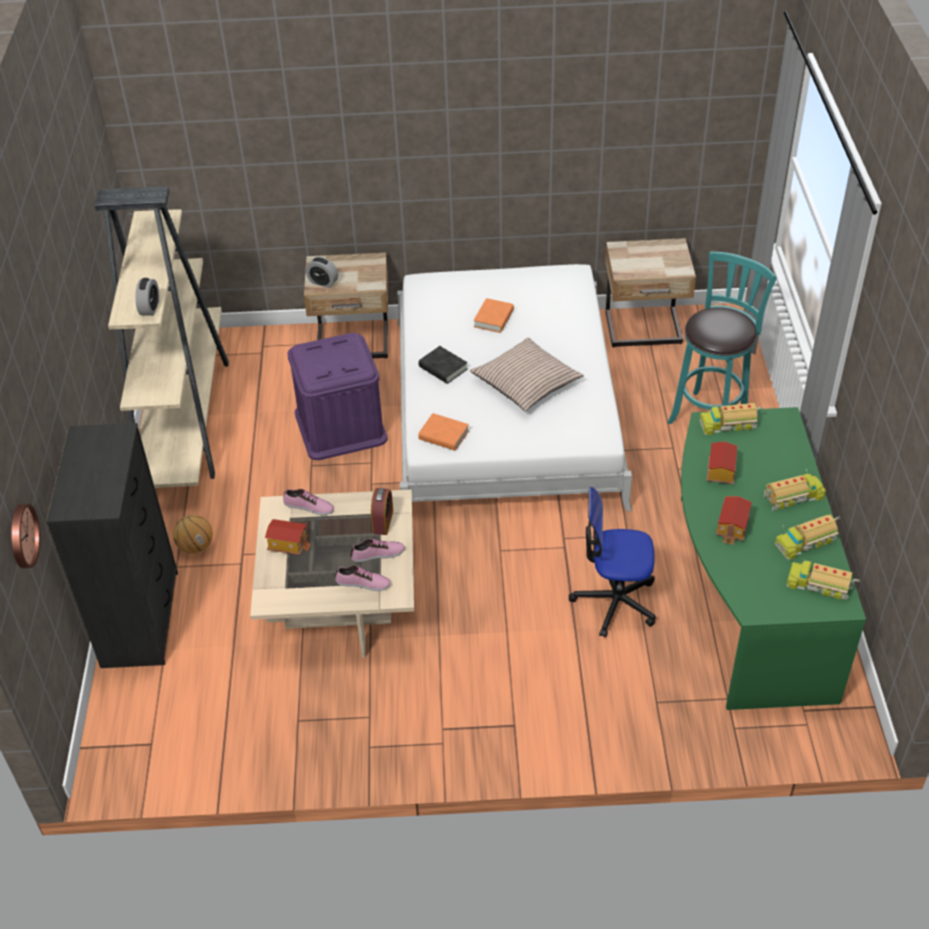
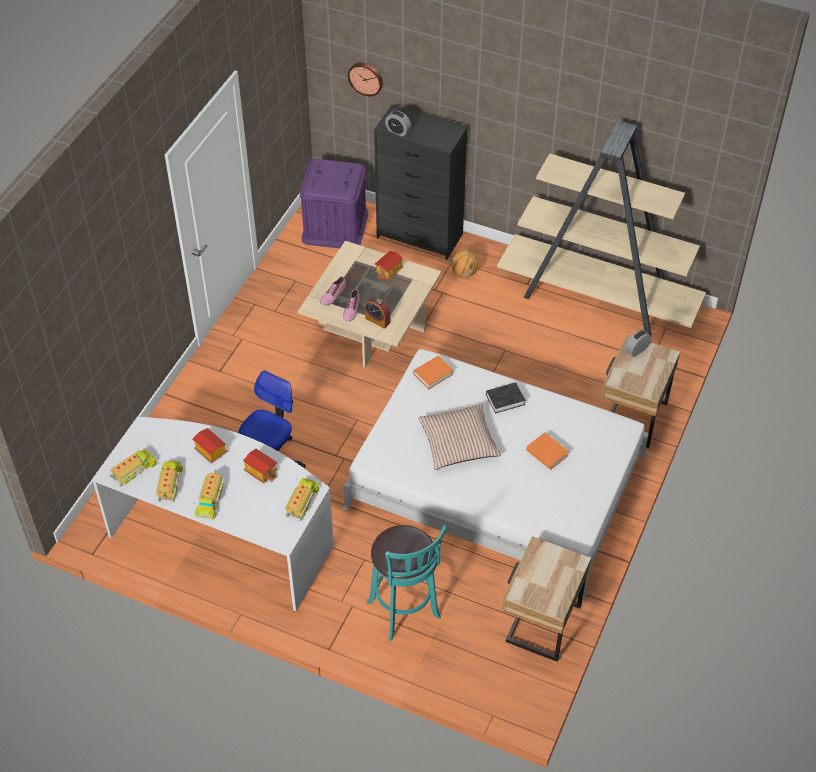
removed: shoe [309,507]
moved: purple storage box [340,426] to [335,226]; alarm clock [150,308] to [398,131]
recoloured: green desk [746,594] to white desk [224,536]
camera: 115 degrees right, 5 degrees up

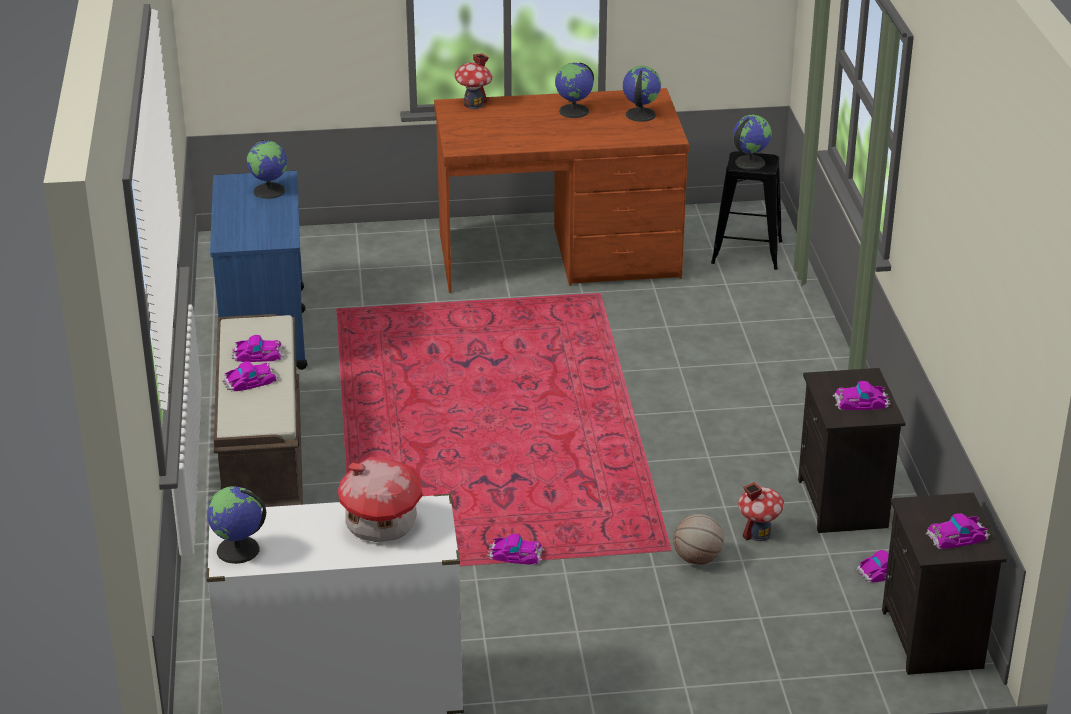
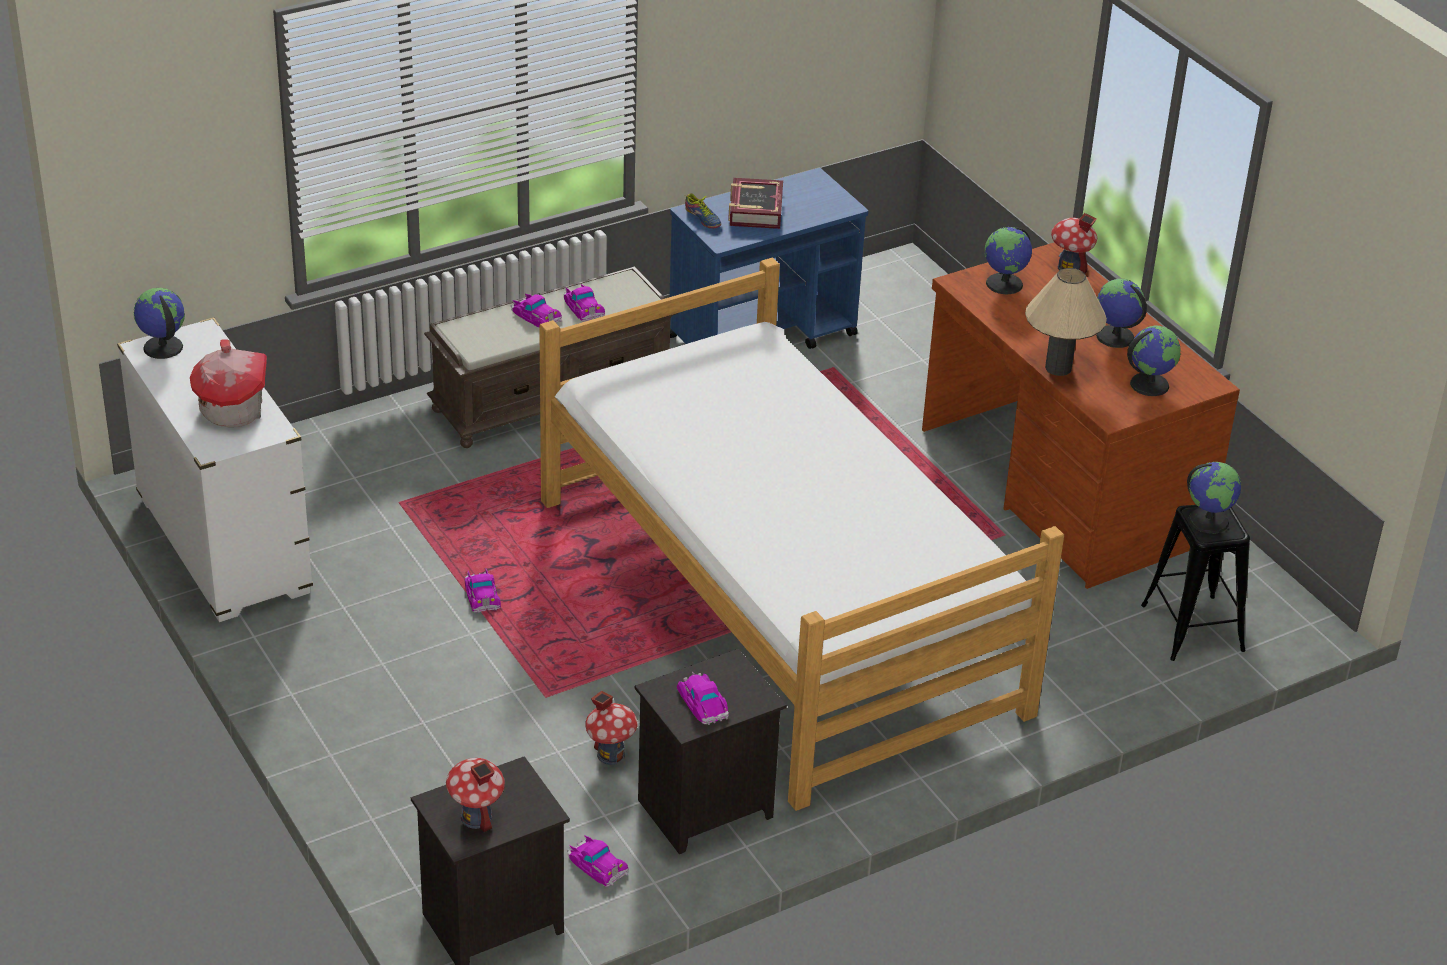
removed: basketball [697,559]
added: bed [777,605]; shoe [701,219]; book [755,210]; beige table lamp [1058,368]
moved: globe [270,191] to [1005,284]
replaced: toy car [957,536] to toy house [476,817]
camera: 65 degrees right, 5 degrees up

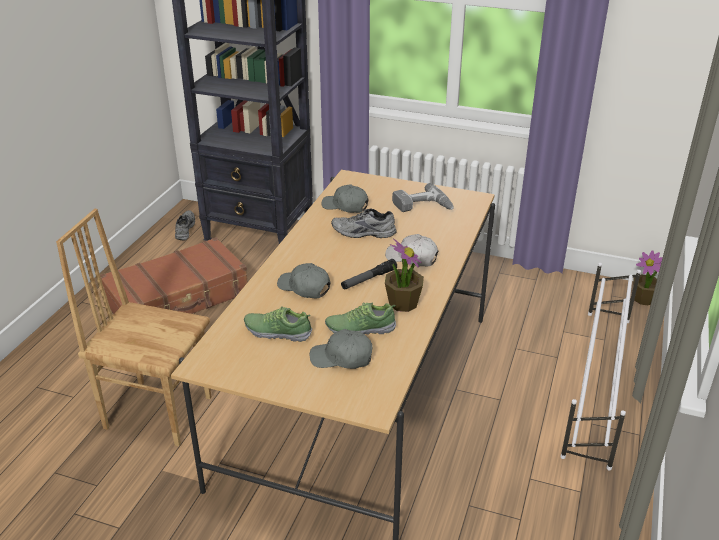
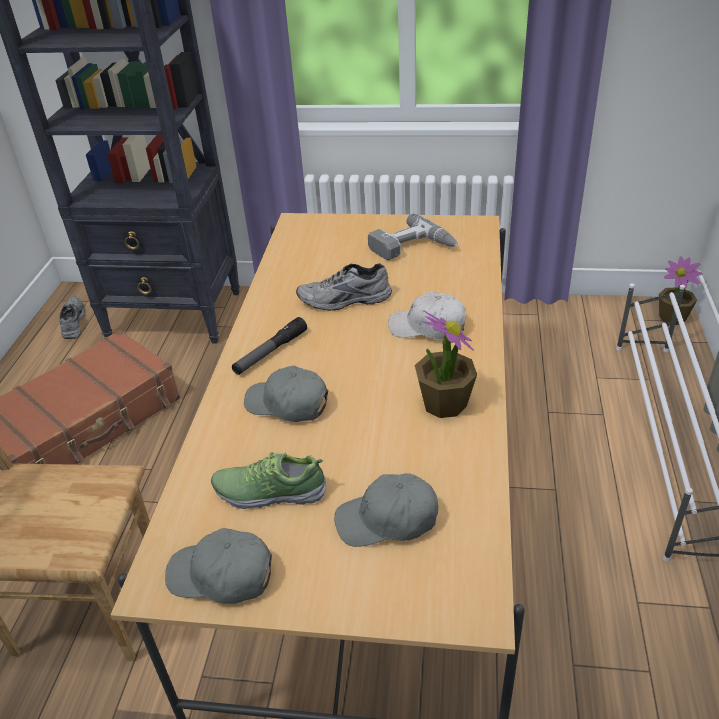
removed: shoe [360,328]
moved: grey cap [345,206] to [222,575]; flashlight [369,279] to [270,352]
camera: 10 degrees left, 5 degrees up

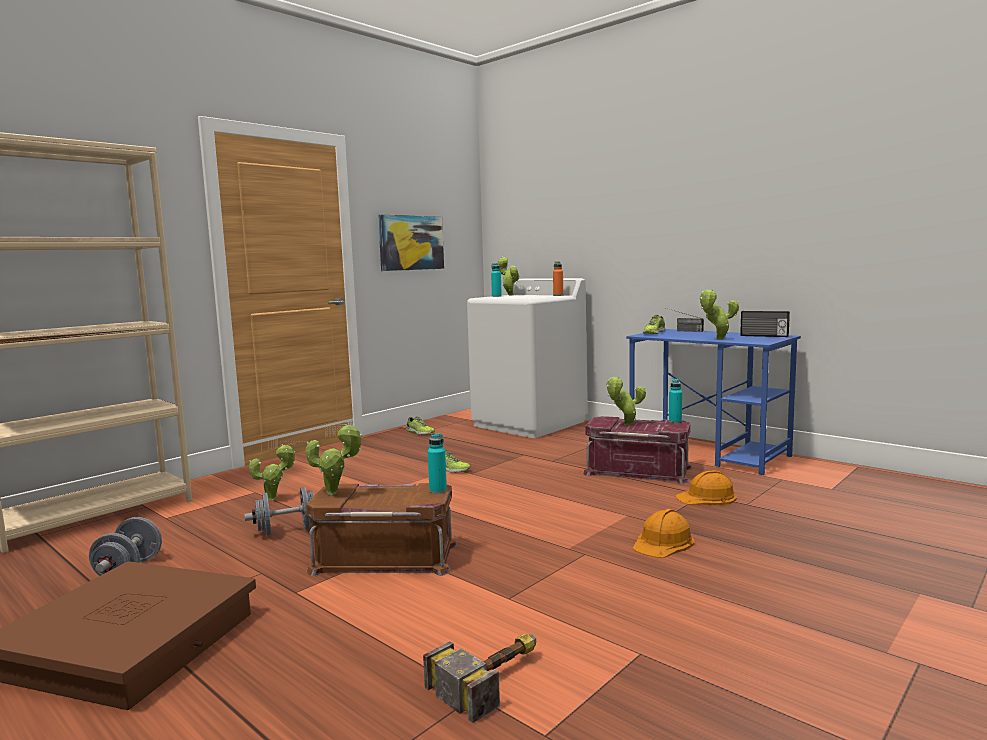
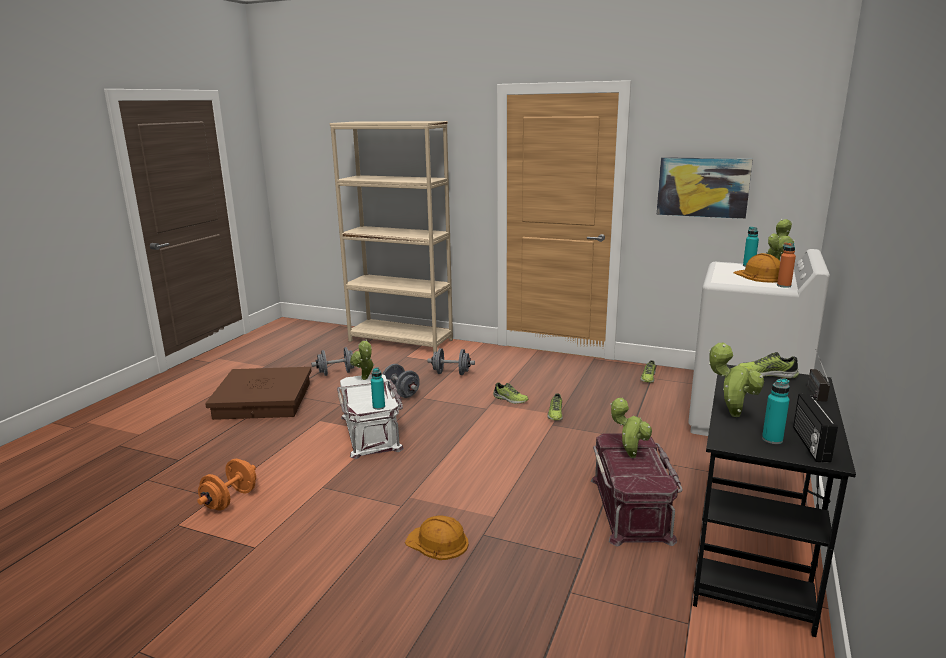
added: shoe [510,399]
moved: orange hard hat [707,497] to [760,276]; turquoise bottle [675,421] to [772,439]
replaced: hammer [494,677] to orange dumbbell [230,500]; potted plant [274,498] to grey dumbbell [451,373]
recoloured: brown storage box [385,557] to white storage box [372,432]; blue desk [709,453] to black desk [753,556]
camera: 70 degrees right, 10 degrees up

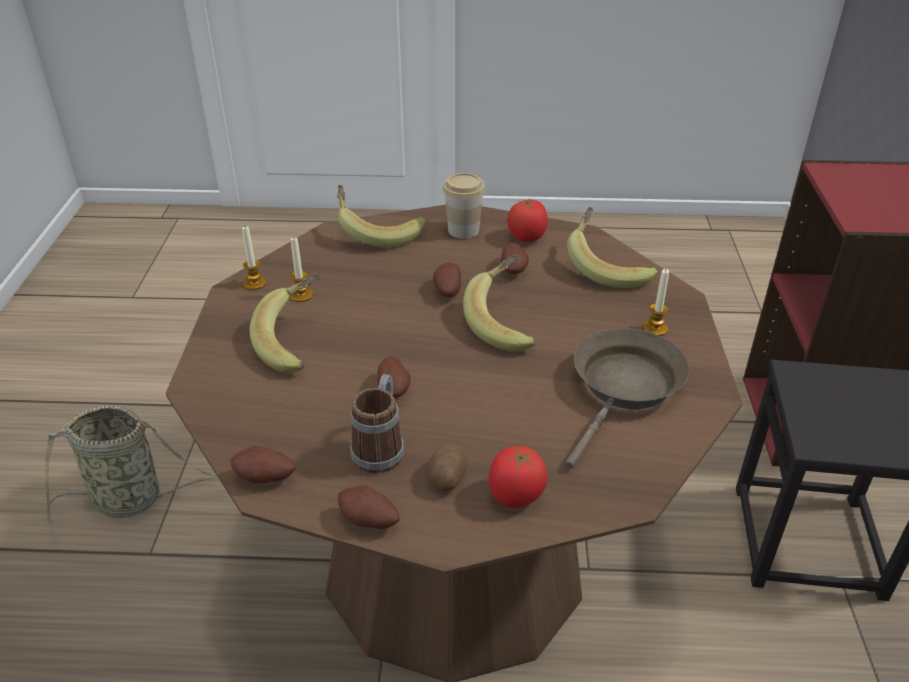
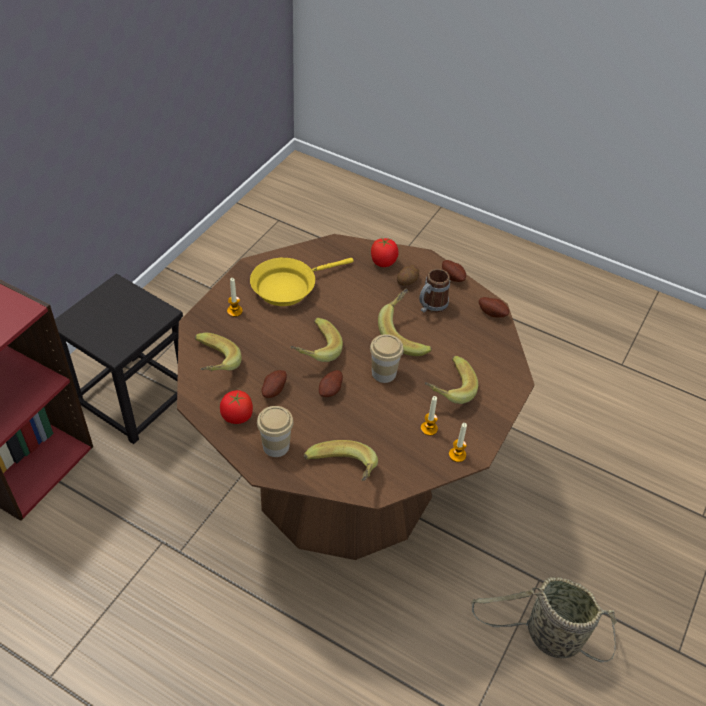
added: cup [384,373]
replaced: potato [394,389] to banana [406,334]
recoloured: brown frying pan [624,388] to yellow frying pan [288,286]
camera: 155 degrees left, 10 degrees up

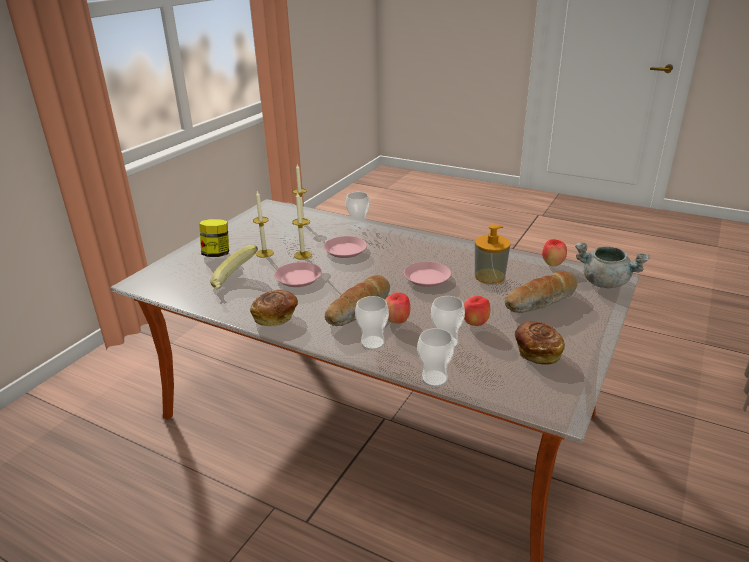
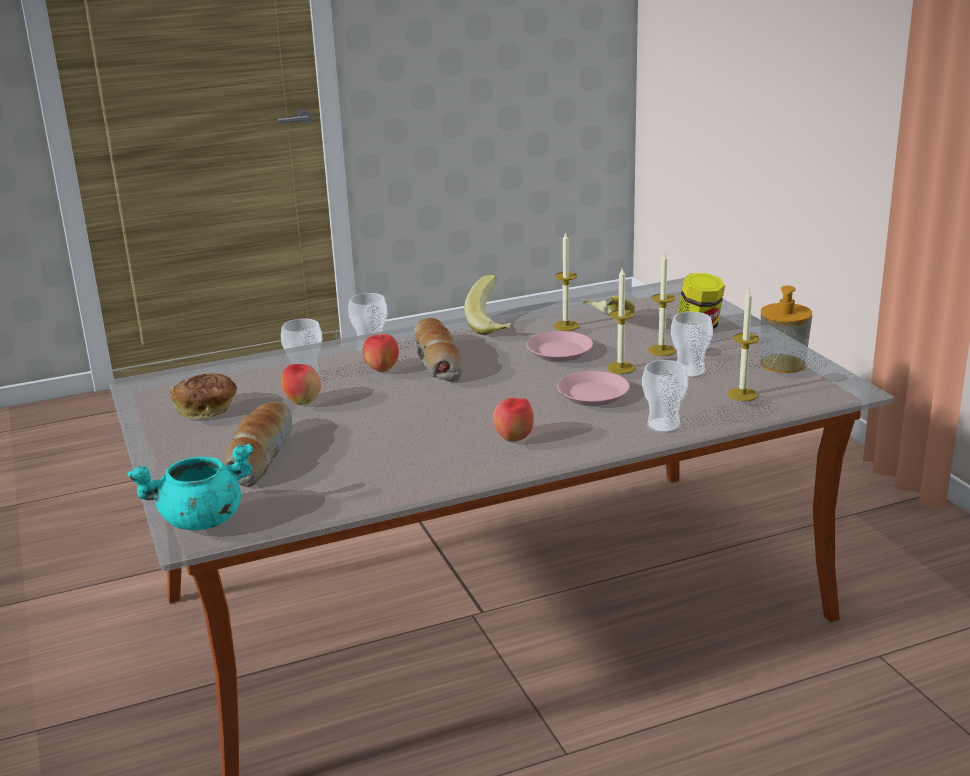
removed: pink plate [426,278]; cup [434,379]
added: candle [566,326]
moved: apple [553,264] to [513,439]; soap dispenser [489,276] to [782,364]
replaced: bread [276,317] to banana [494,325]
recoloured: grey cooking pot [605,282] to turquoise cooking pot [201,520]
camera: 130 degrees right, 5 degrees down

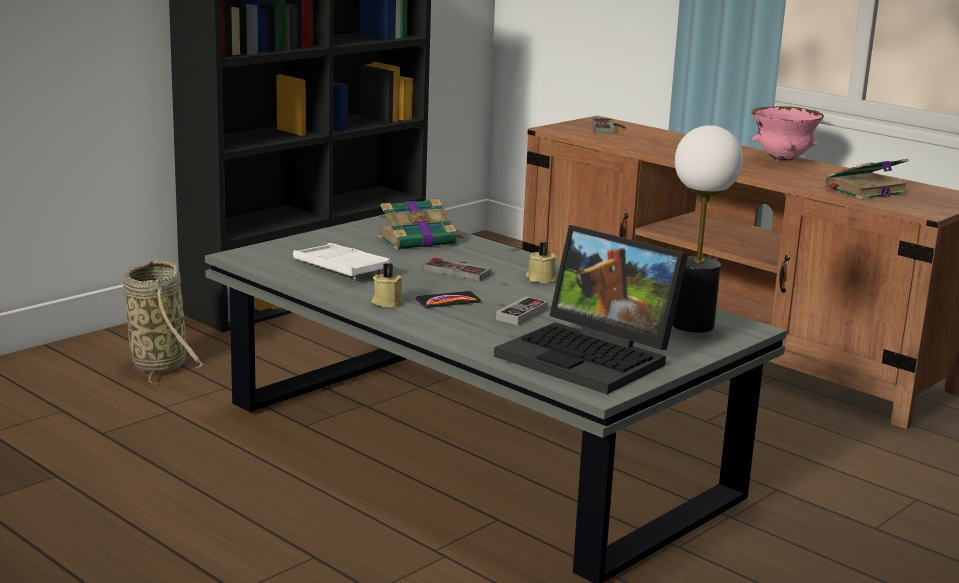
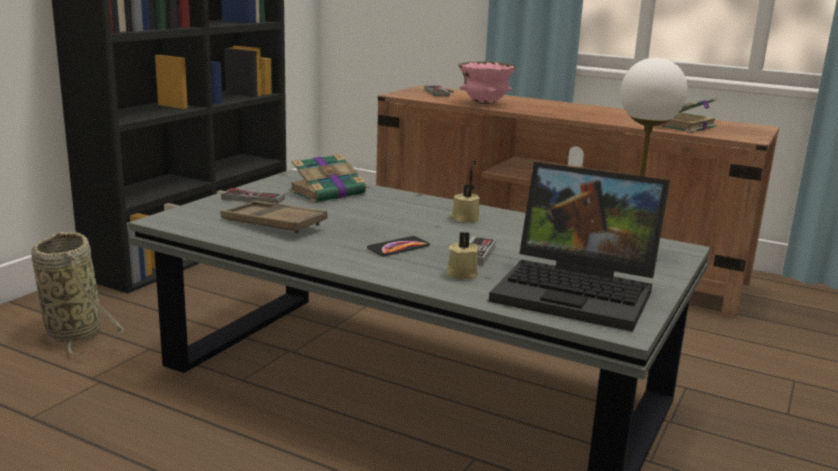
moved: game controller [460,270] to [256,197]; beige candle [387,302] to [461,273]; pink bowl [782,159] to [484,103]
recoloured: white tray [340,268] to brown tray [273,224]
camera: 15 degrees left, 0 degrees up

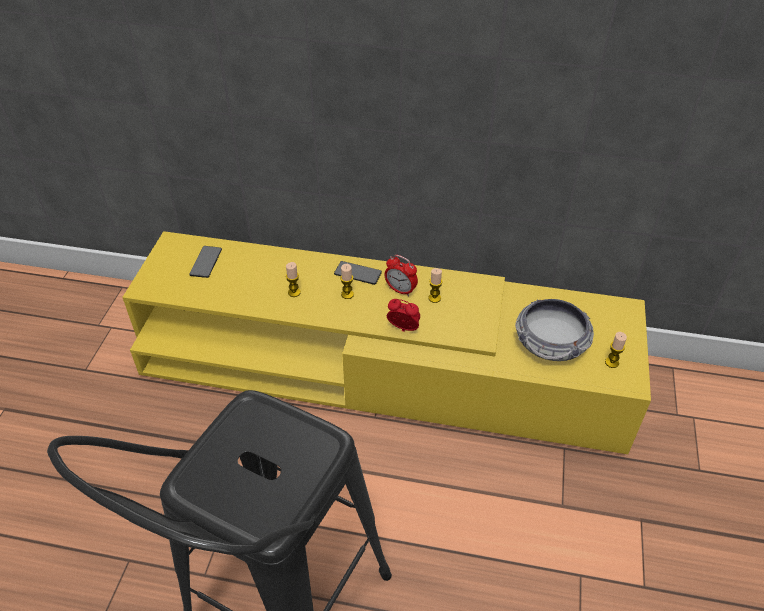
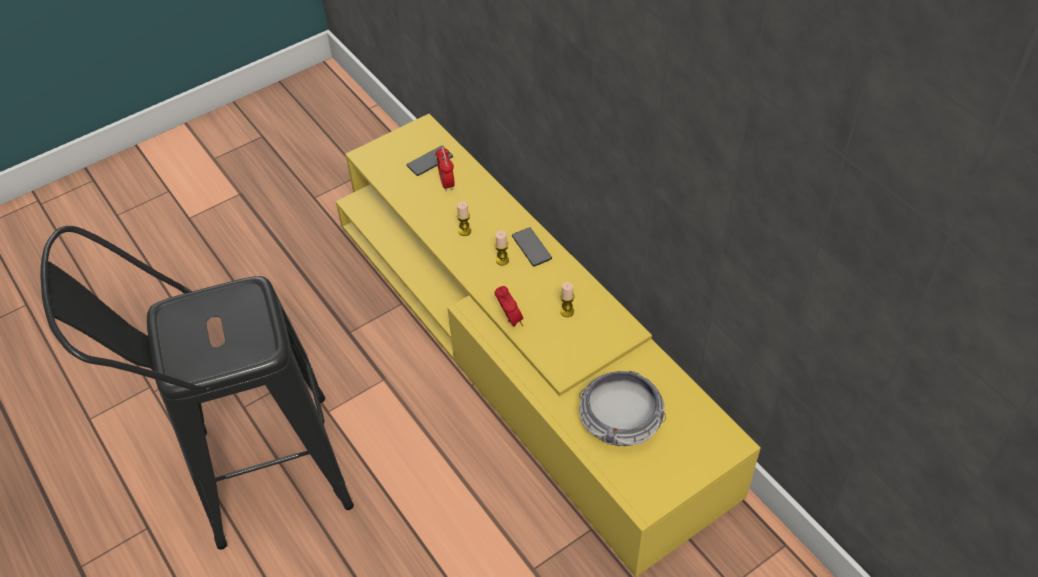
removed: candle [611,362]
moved: alarm clock [400,290] to [447,183]
camera: 45 degrees right, 5 degrees up

